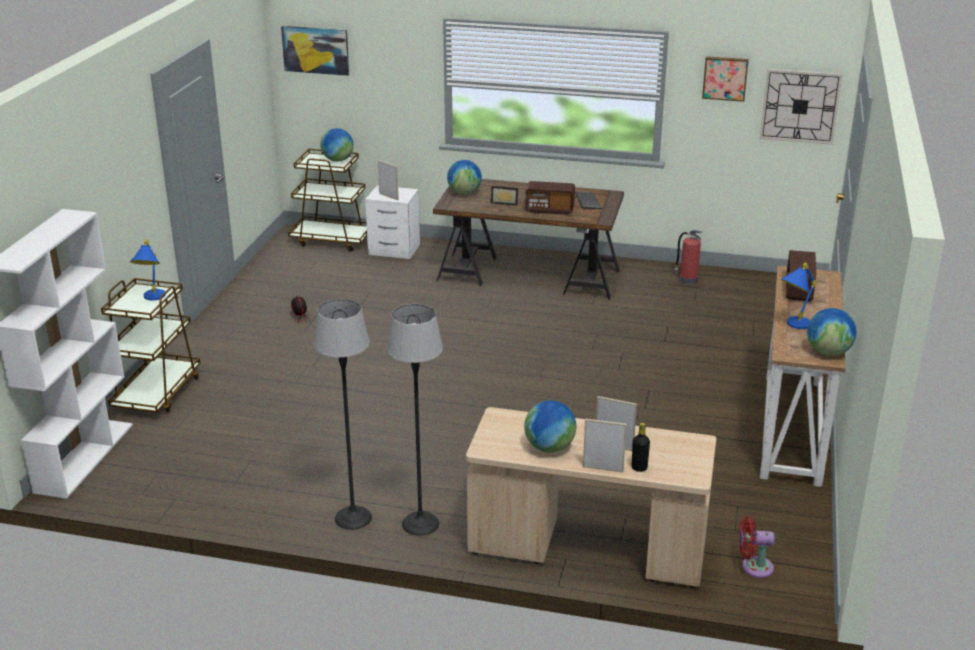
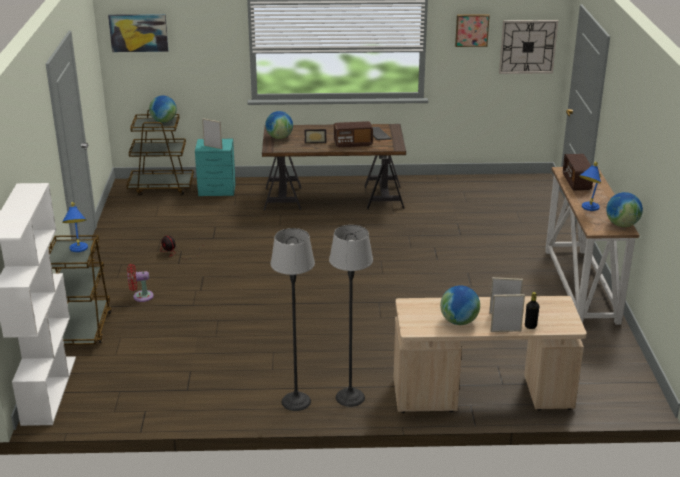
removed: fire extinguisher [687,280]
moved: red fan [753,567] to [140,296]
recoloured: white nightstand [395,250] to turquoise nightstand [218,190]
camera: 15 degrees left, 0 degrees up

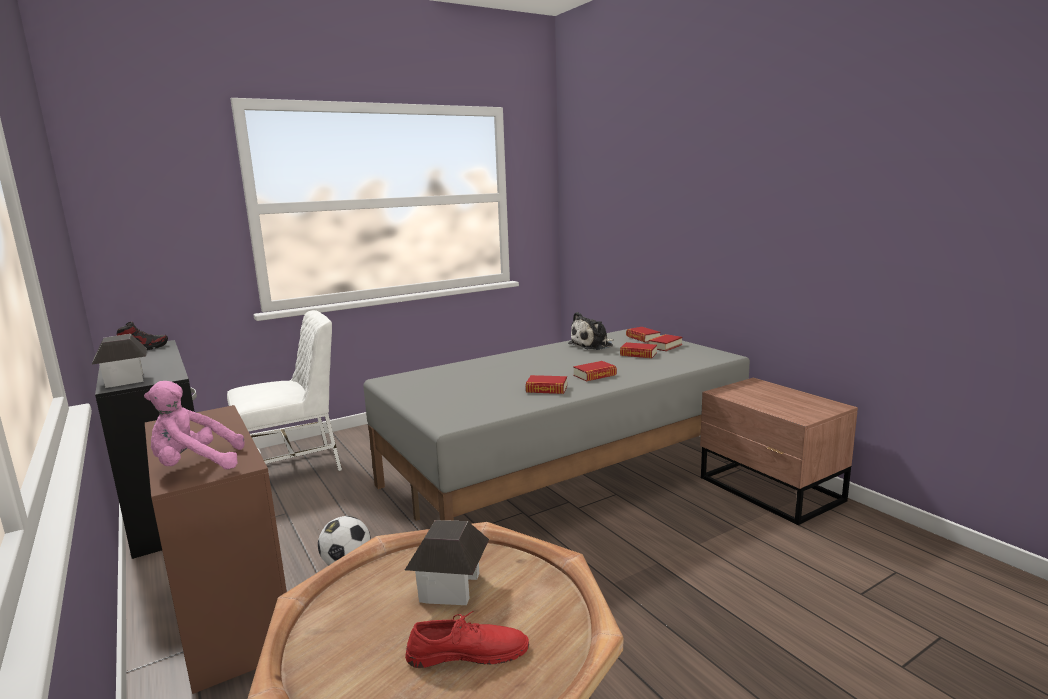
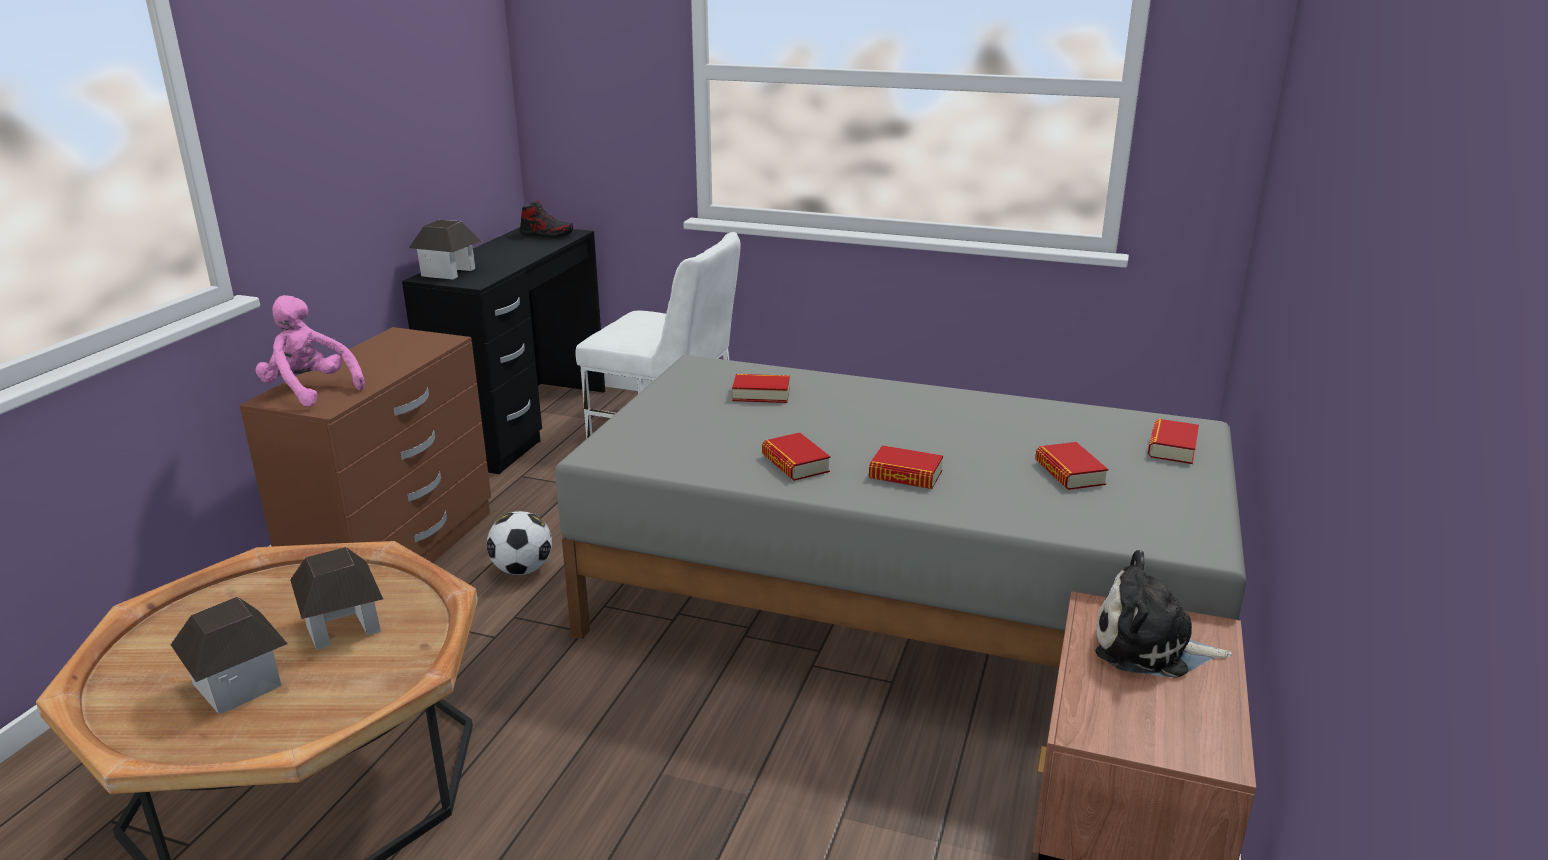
moved: book [664,346] to [761,394]; plush toy [593,345] to [1149,647]
replaced: red shoe [467,652] to toy house [239,684]
camera: 50 degrees right, 10 degrees up

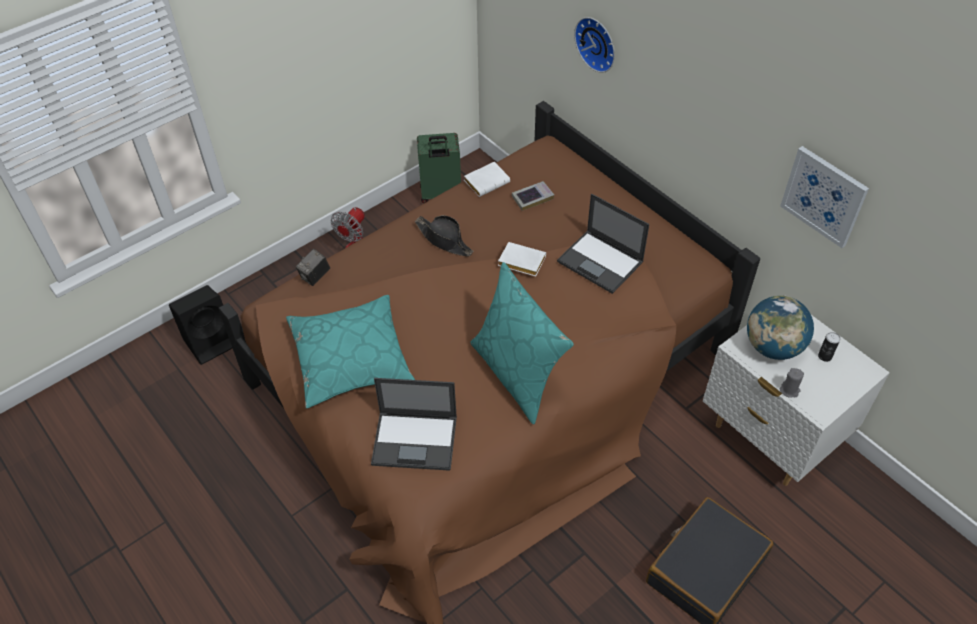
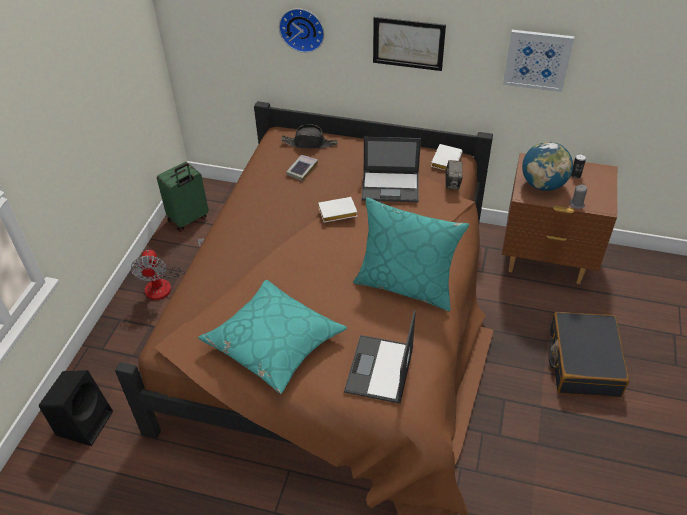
added: picture [408,43]
moved: black hat [444,240] to [310,143]; white book [487,181] to [445,160]; photo camera [315,277] to [452,183]
recoloured: white nightstand [770,437] to brown nightstand [545,261]
turned: laptop [416,440] = [379,370] 135 degrees clockwise
camera: 35 degrees left, 5 degrees down

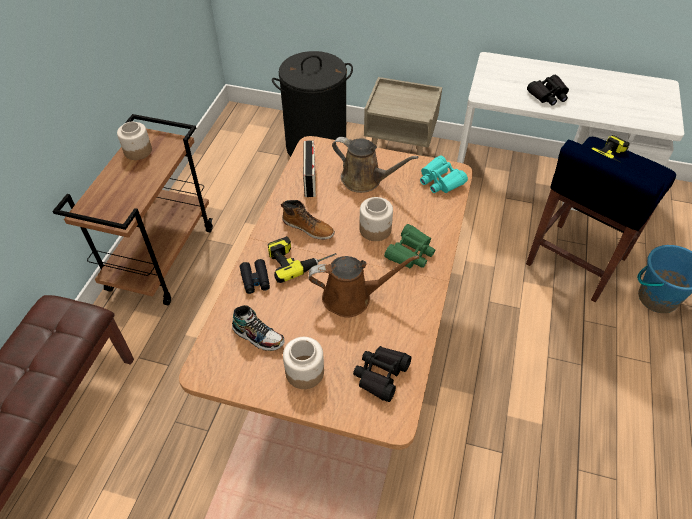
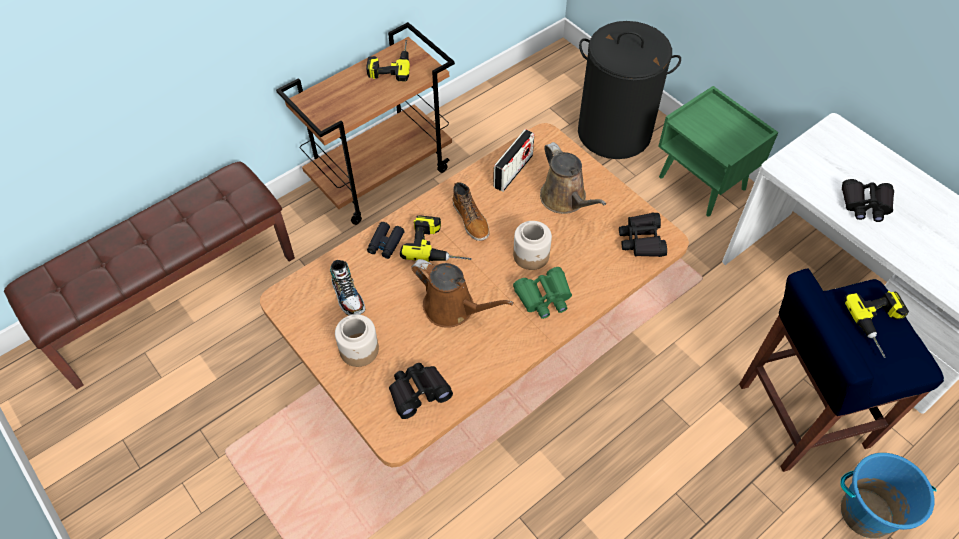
replaced: jar [138,151] to power drill [390,63]
recoloured: turquoise binoculars [440,180] to black binoculars [642,240]; beige nightstand [400,151] to green nightstand [703,183]
camera: 35 degrees right, 5 degrees up

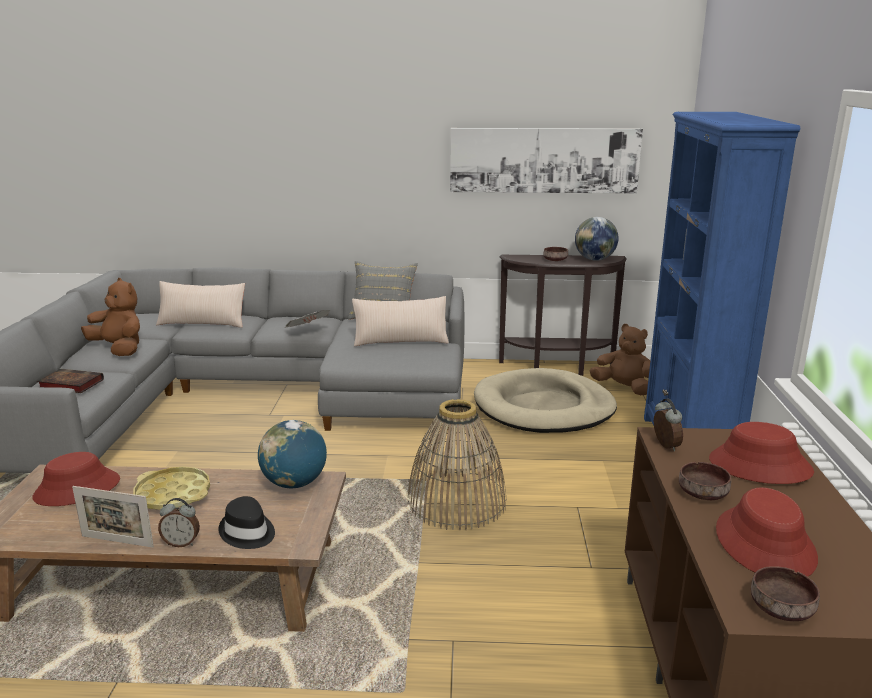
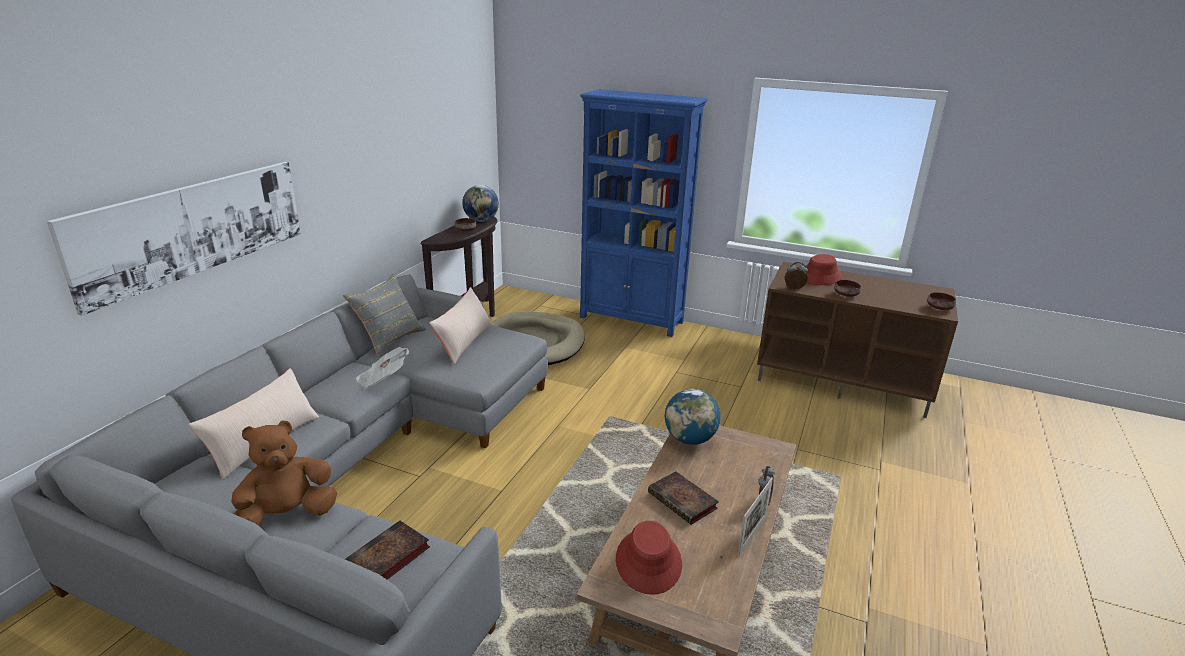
removed: black hat [247,532]; basket [457,501]; brown plush toy [624,388]; red hat [765,544]
moved: picture [544,160] to [194,228]
replaced: yellow tray [173,495] to book [684,501]
camera: 70 degrees left, 5 degrees up

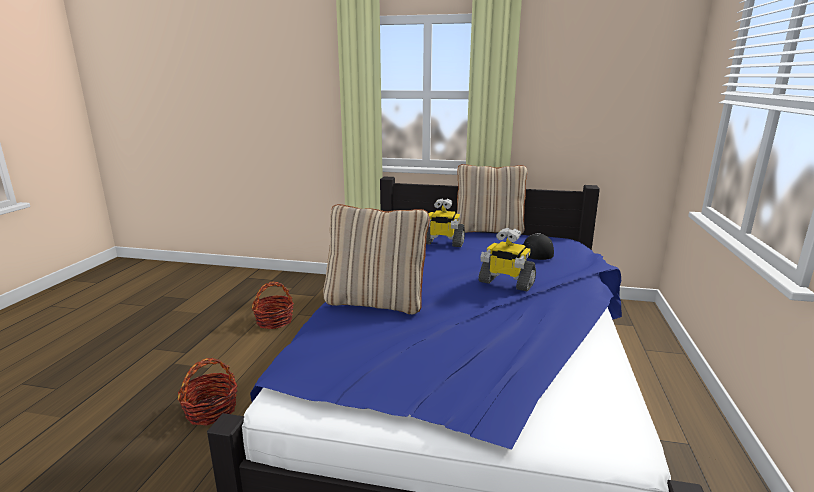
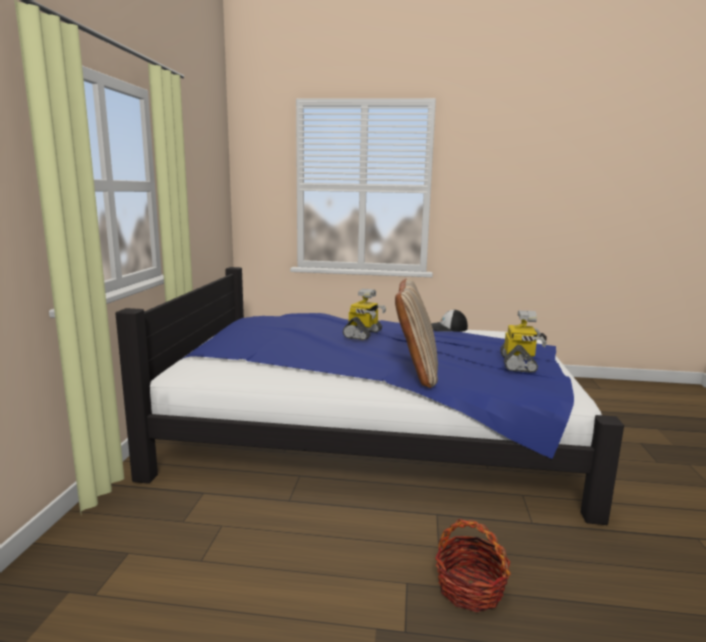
removed: basket [274,321]; beige pillow [489,230]
moved: cap [535,251] to [446,328]; toy robot [442,243] to [518,364]
camera: 95 degrees left, 5 degrees down

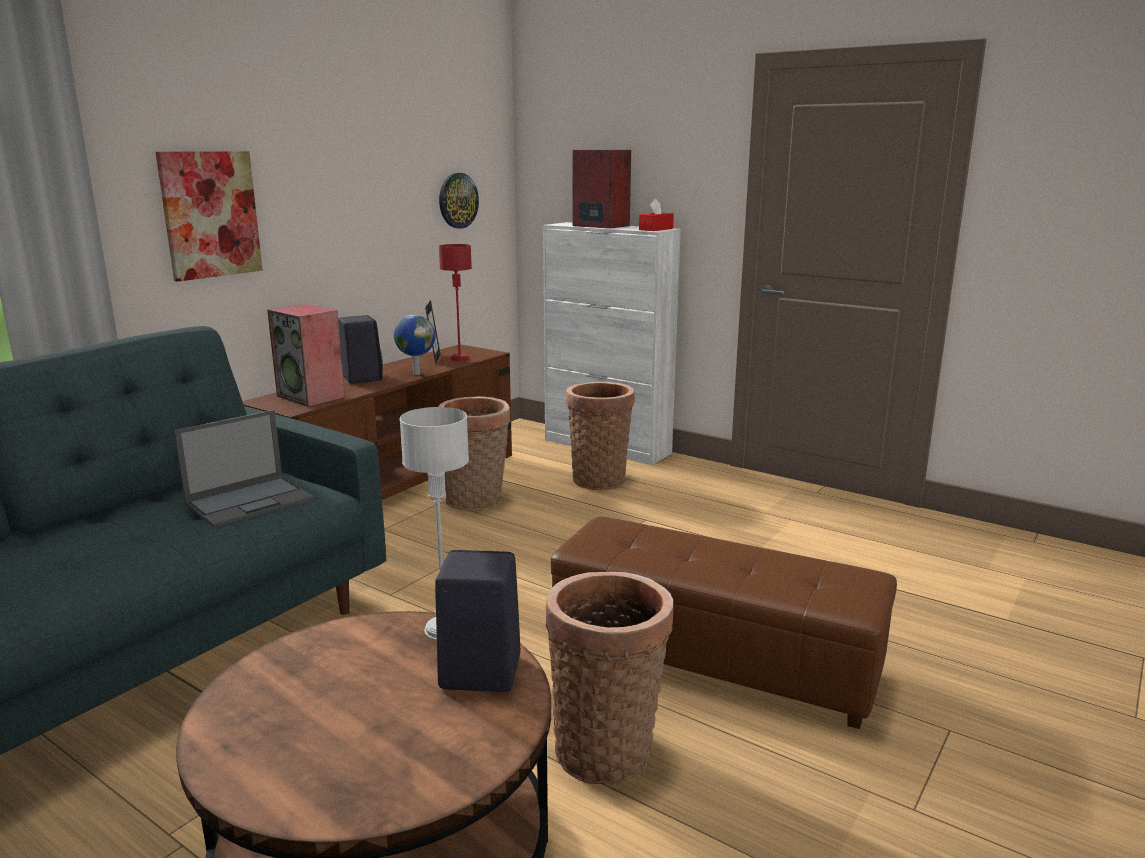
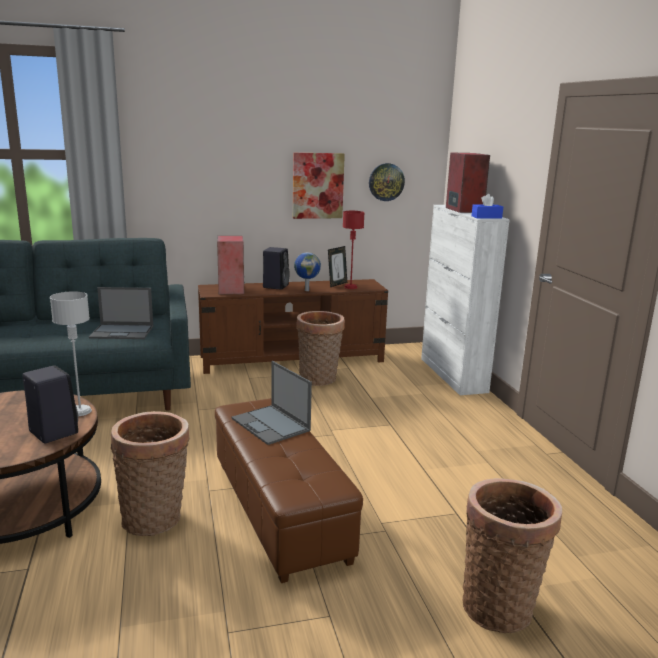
added: laptop [271,425]
moved: picture [210,214] to [317,185]; basket [599,479] to [499,605]
recoloured: red tissue box [656,229] to blue tissue box [486,217]
camera: 40 degrees right, 0 degrees up

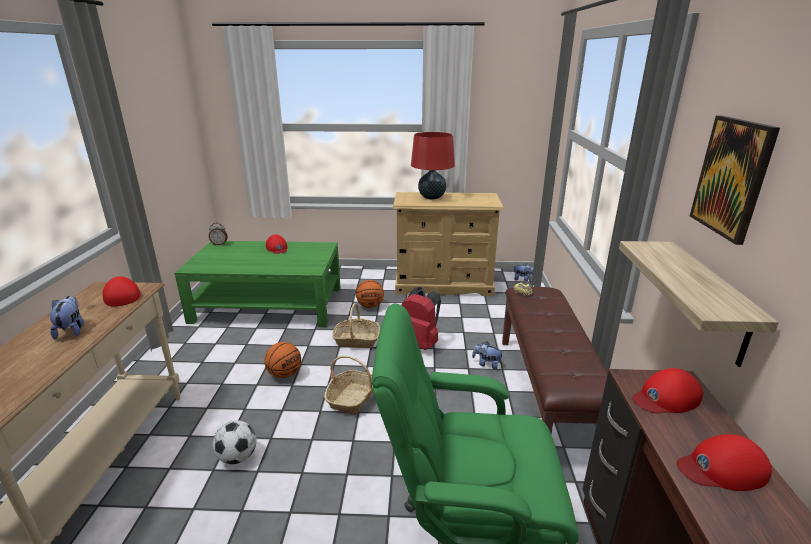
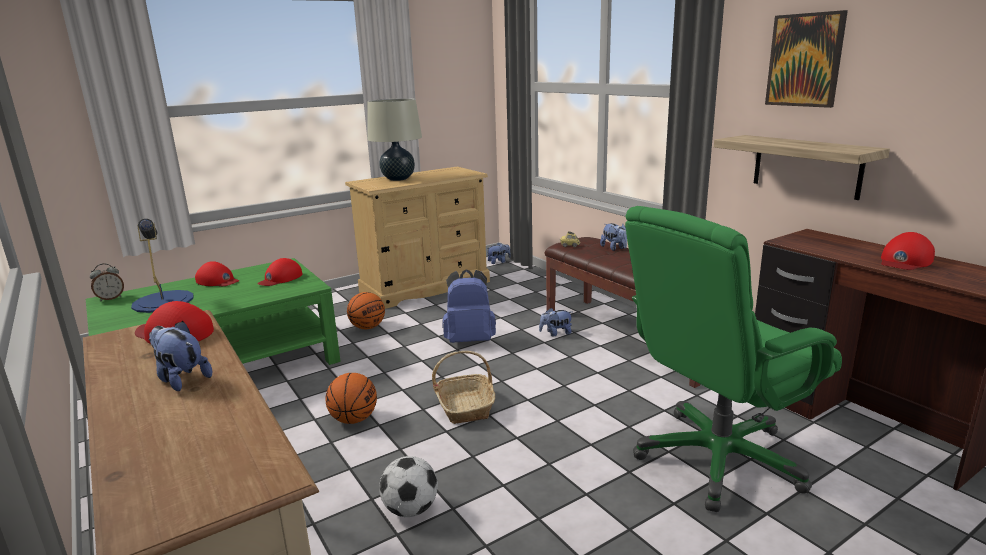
removed: basket [356,340]
added: blue table lamp [163,301]; plush toy [614,248]
moved: red cap [666,398] to [280,278]
recoloured: red table lamp [432,197] to beige table lamp [398,179]; red backpack [419,343] to blue backpack [470,340]
camera: 35 degrees left, 5 degrees down

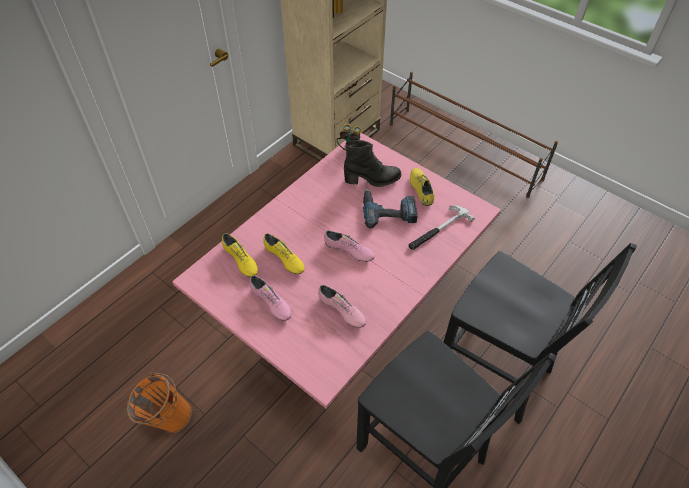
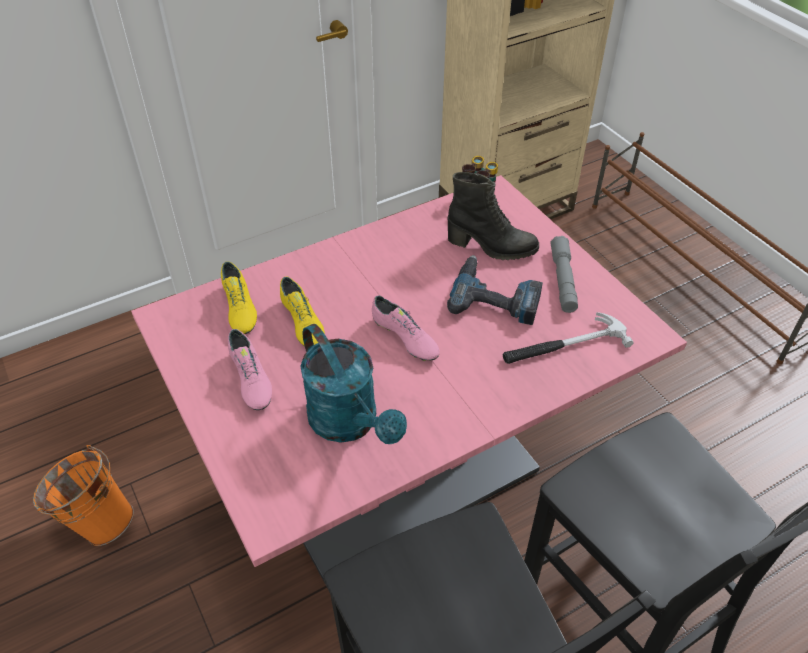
replaced: pink shoe [341,311] to turquoise watering can [350,423]; yellow shoe [421,190] to grey flashlight [563,280]
camera: 20 degrees right, 5 degrees down

